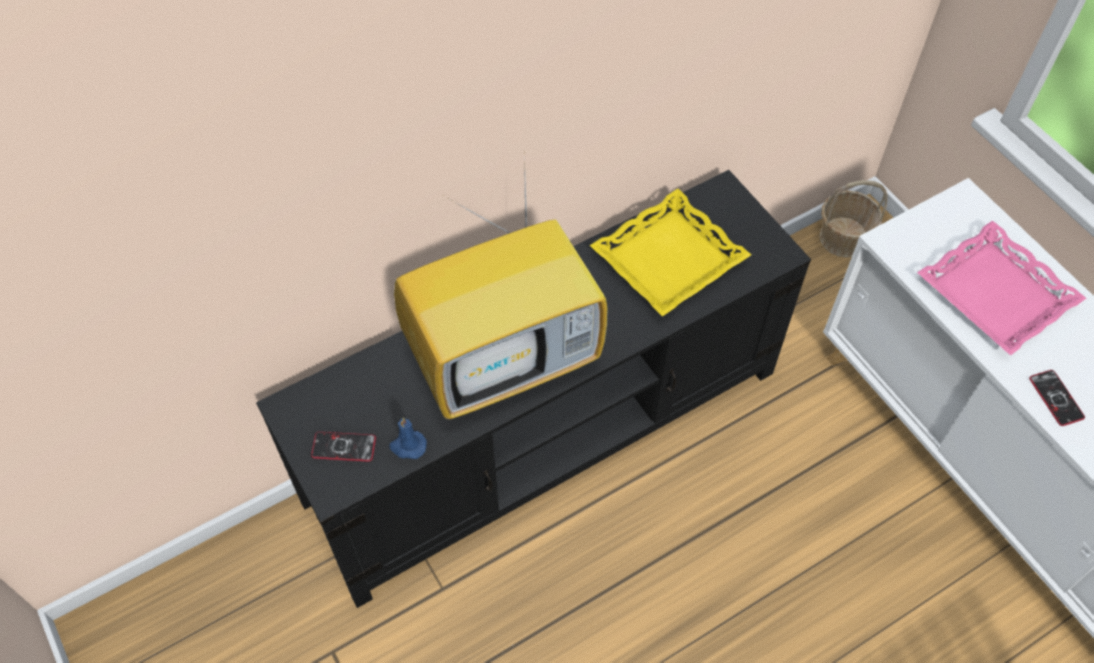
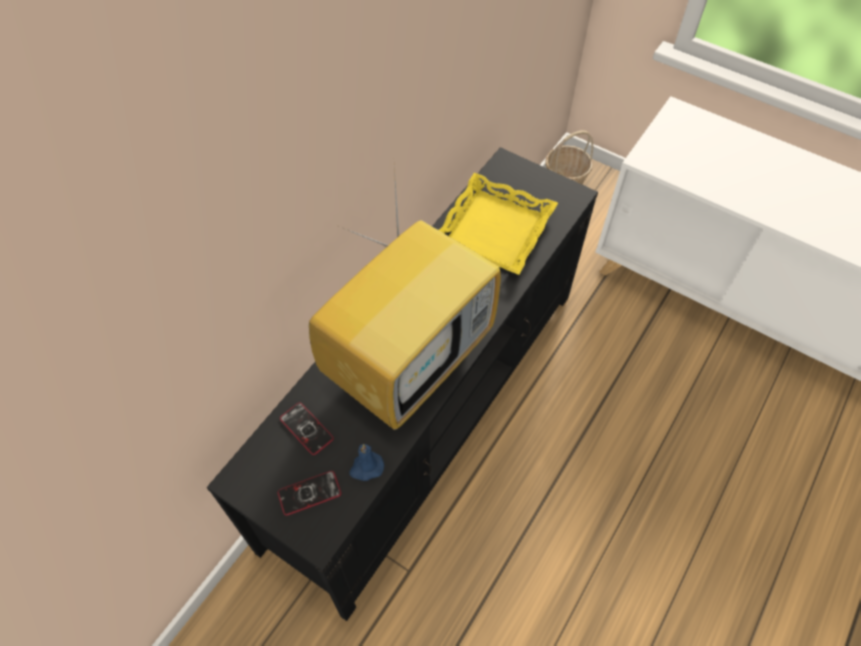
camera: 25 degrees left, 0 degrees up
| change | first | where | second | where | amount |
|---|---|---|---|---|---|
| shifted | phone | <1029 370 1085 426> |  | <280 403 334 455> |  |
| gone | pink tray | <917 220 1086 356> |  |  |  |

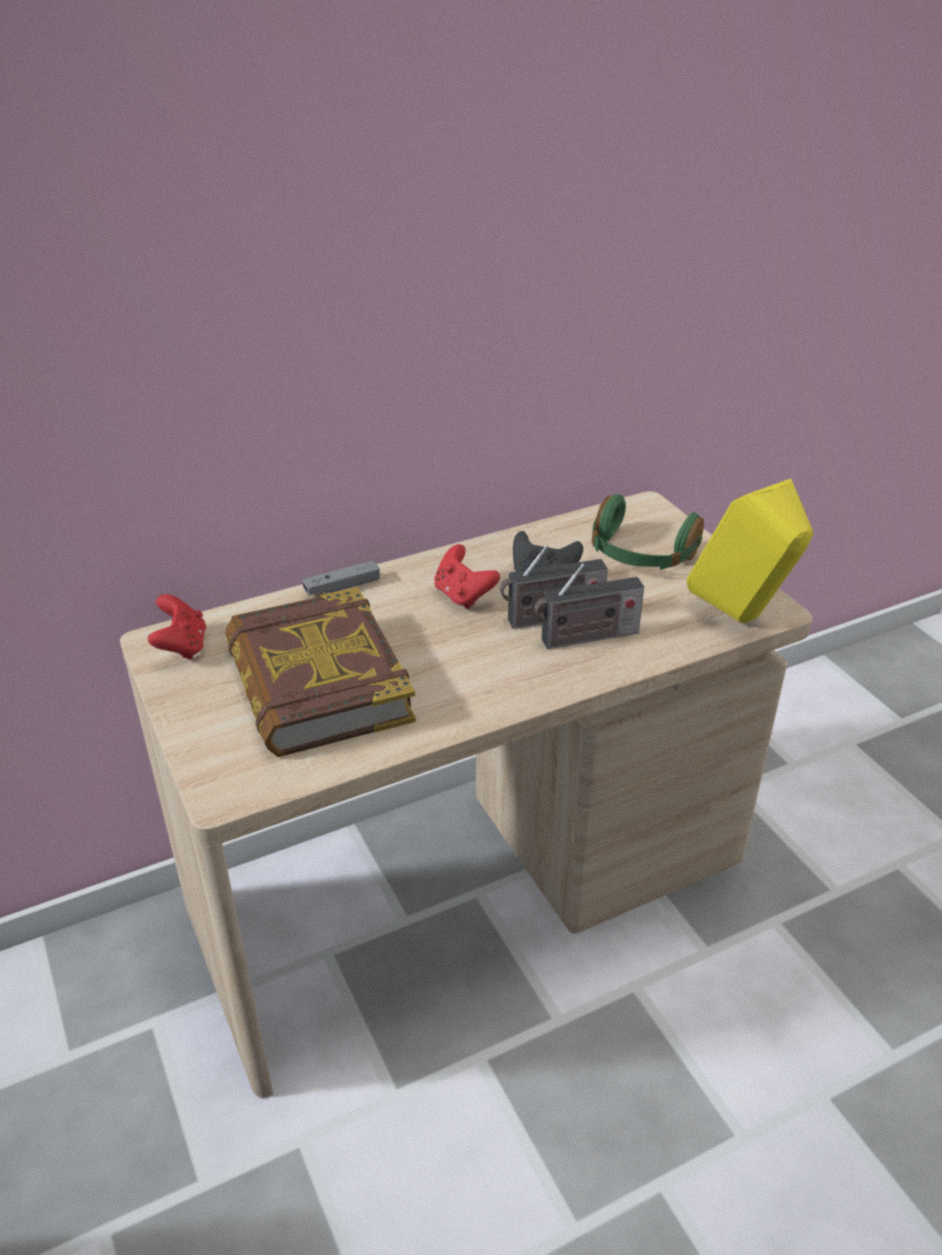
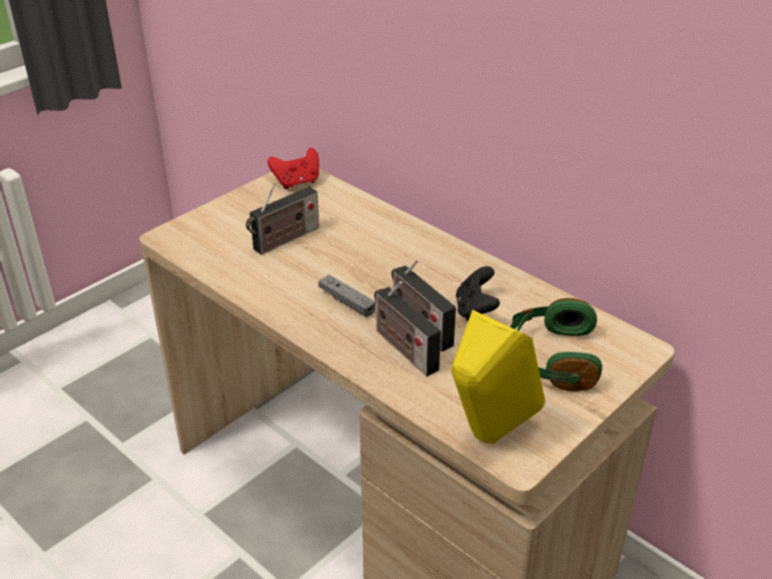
camera: 70 degrees right, 0 degrees up
| change | first | where | second | where | amount |
|---|---|---|---|---|---|
| swapped | book | <225 587 416 757> | radio | <246 184 319 255> |  |
| shifted | grey game controller | <303 560 380 595> |  | <319 275 376 317> |  |
| gone | red game controller | <434 544 500 609> |  |  |  |

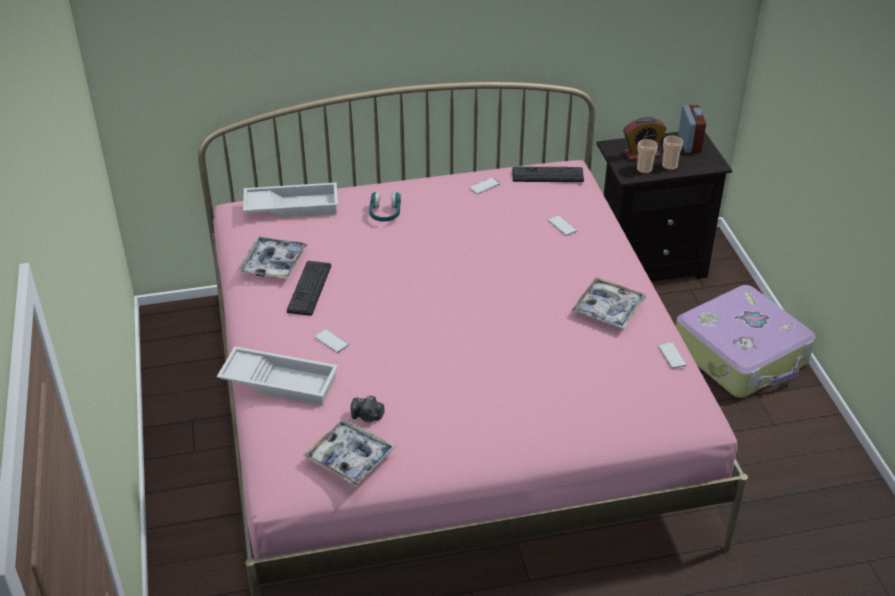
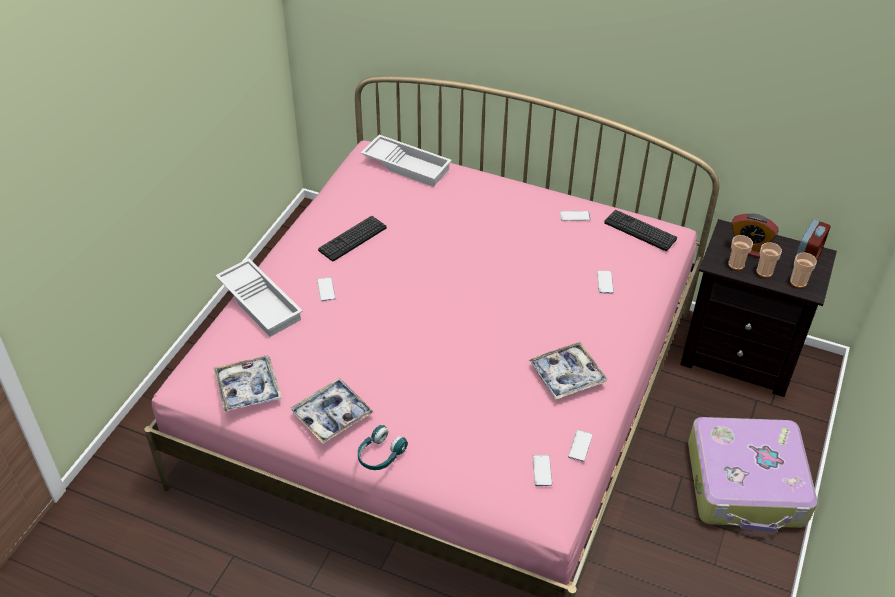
camera: 35 degrees right, 5 degrees up
| change | first | where | second | where | amount |
|---|---|---|---|---|---|
| shifted | tray | <238 236 308 279> |  | <290 378 374 444> |  |
| shifted | turquoise headphones | <369 192 401 222> |  | <358 425 408 470> |  |
| new |  |  | phone | <532 455 552 486> |  |
| new |  |  | cup | <790 253 817 288> |  |
| gone | photo camera | <350 396 385 422> |  |  |  |

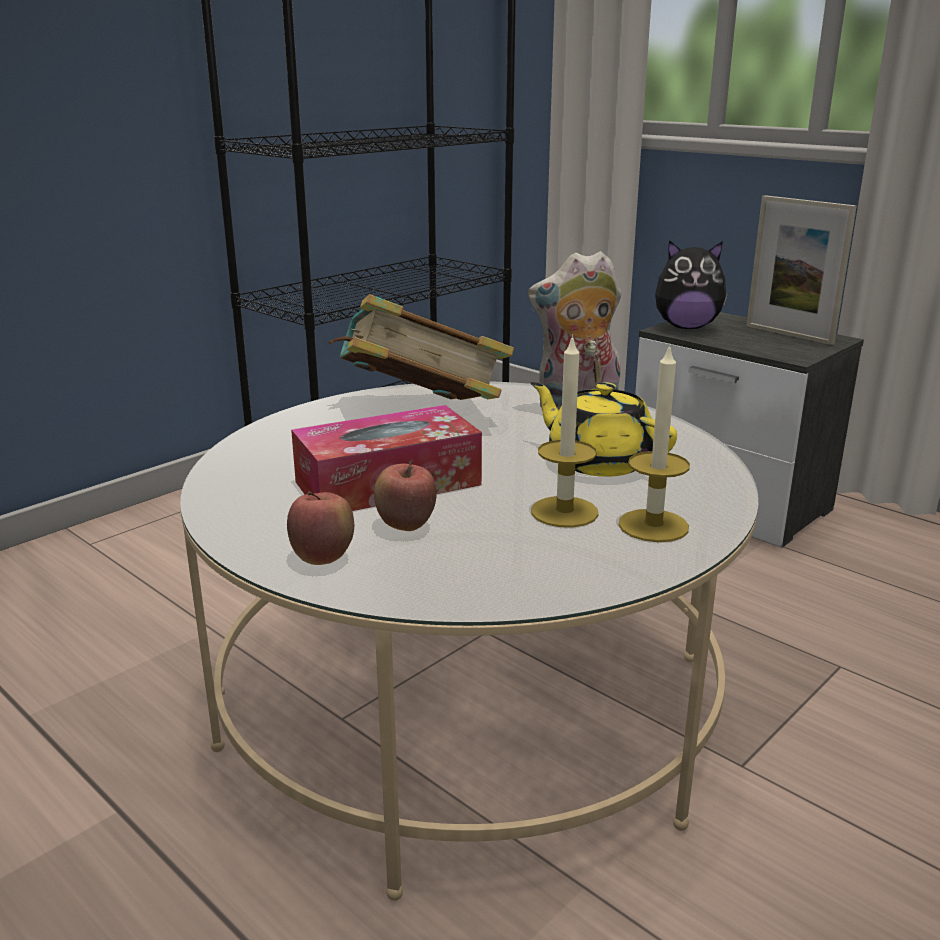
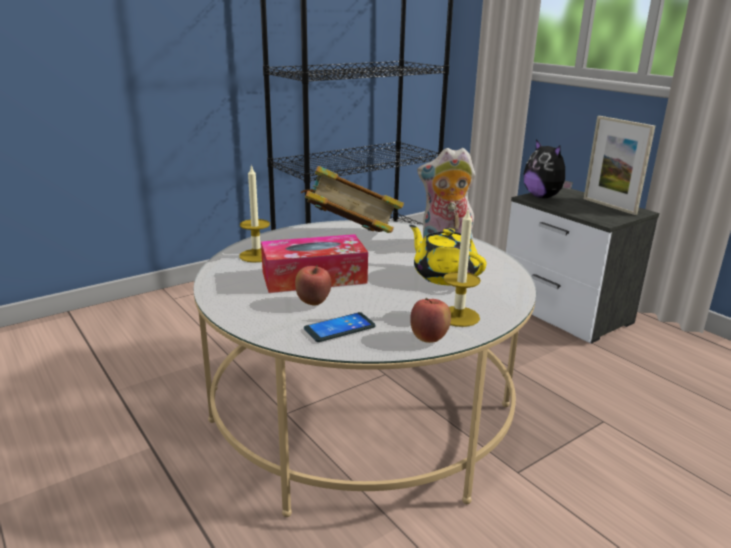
camera: 10 degrees right, 0 degrees up
| change | first | where | second | where | amount |
|---|---|---|---|---|---|
| shifted | candle | <531 334 599 528> |  | <239 164 270 263> |  |
| new |  |  | phone | <304 312 376 342> |  |
| shifted | apple | <287 491 354 565> |  | <410 297 451 343> |  |
| rotated | plush toy | <655 240 728 329> |  | <523 139 573 198> | 45 degrees clockwise |

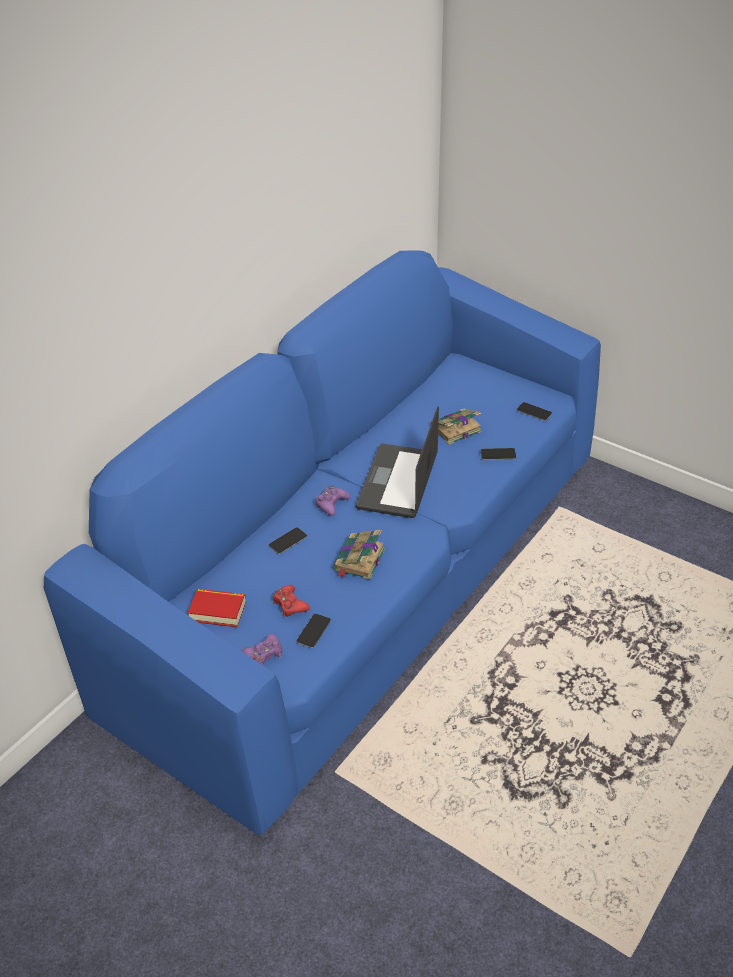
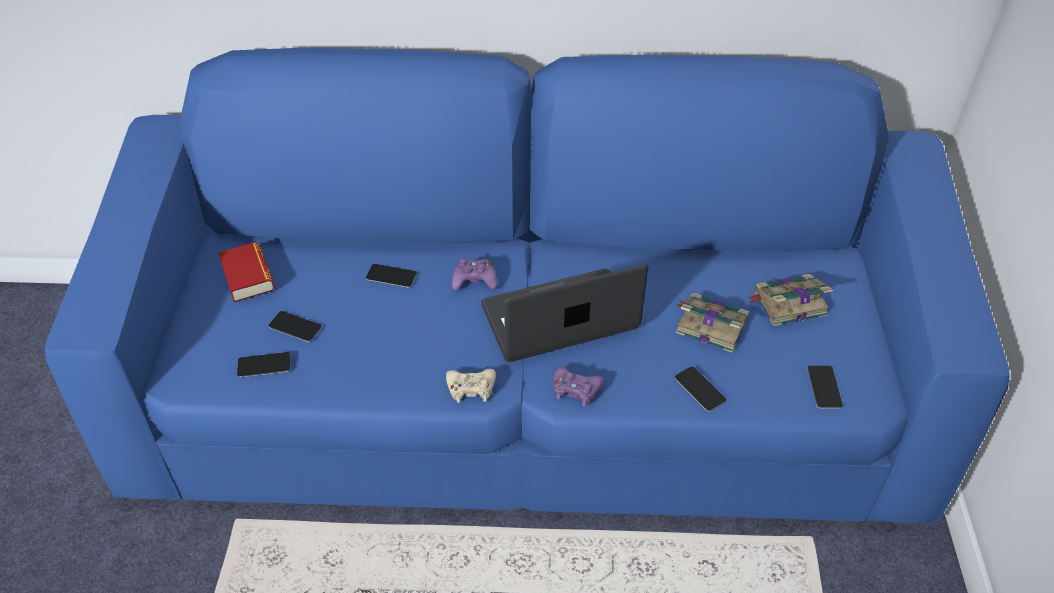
camera: 55 degrees right, 5 degrees up
| change | first | where | second | where | amount |
|---|---|---|---|---|---|
| swapped | red game controller | <273 585 310 617> | phone | <268 311 322 342> |  |
| new |  |  | beige game controller | <446 369 496 403> |  |
| shifted | purple game controller | <242 633 282 666> |  | <553 366 604 406> |  |
| shifted | book | <333 530 385 579> |  | <747 274 833 326> |  |

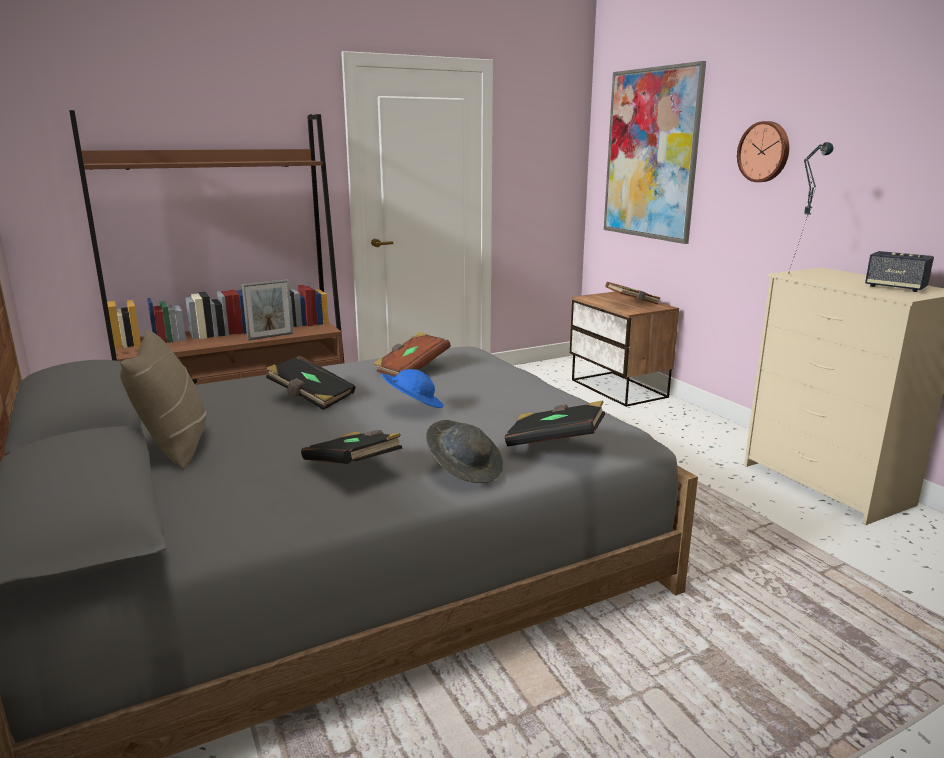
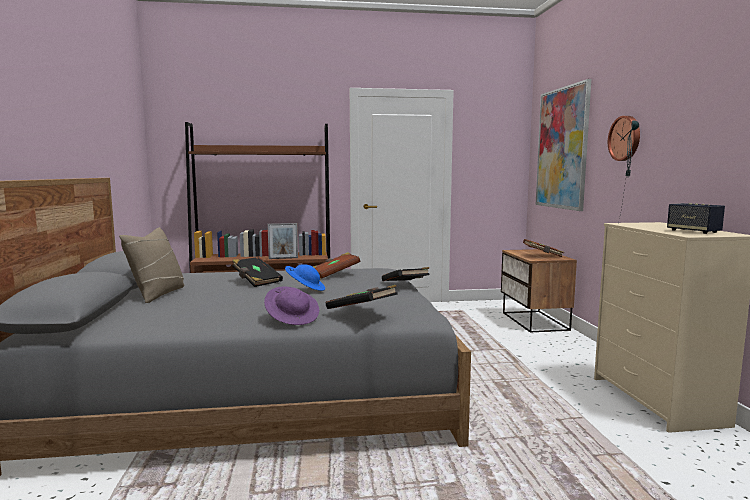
camera: 20 degrees right, 10 degrees down
| change | first | where | second | where | amount |
|---|---|---|---|---|---|
| repainted | grey hat | <426 420 503 483> | purple hat | <264 286 319 325> |  |
| shifted | black book | <301 430 402 464> |  | <382 267 429 281> |  |

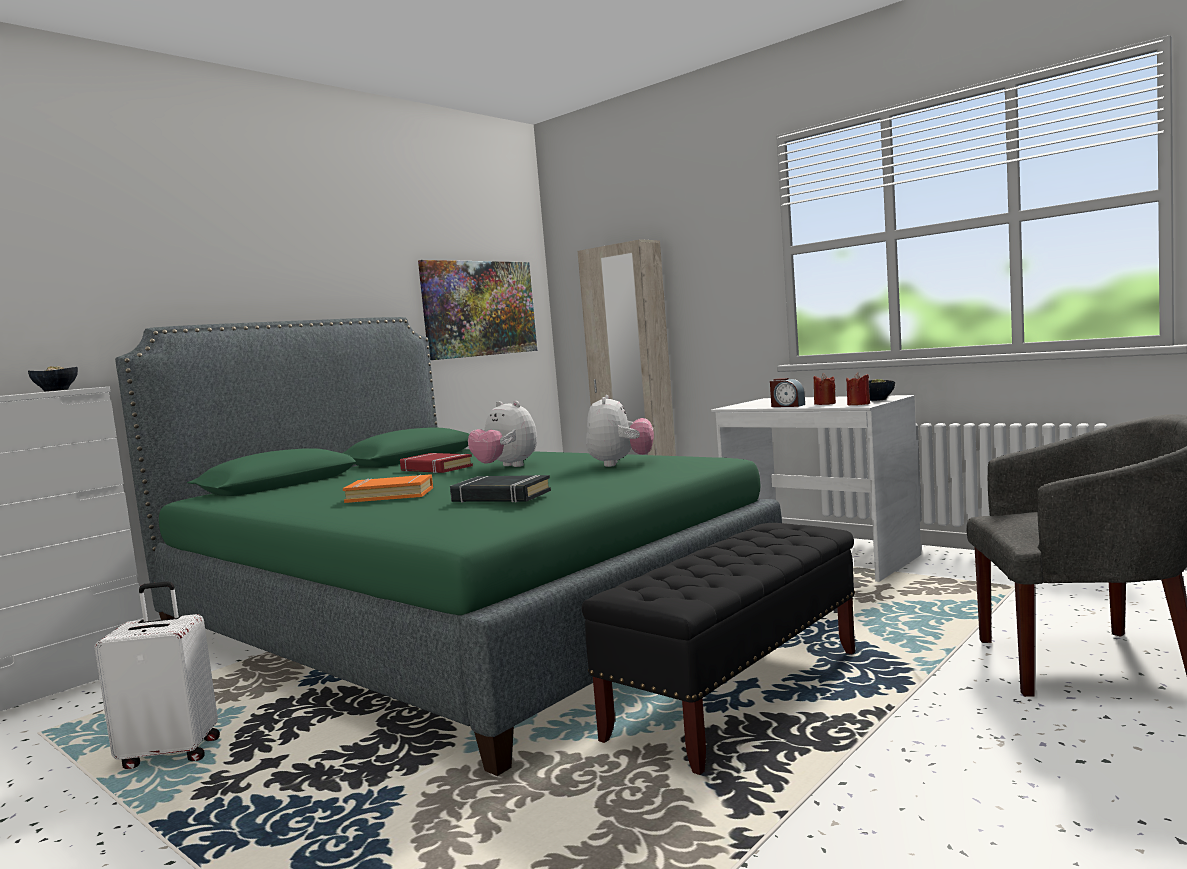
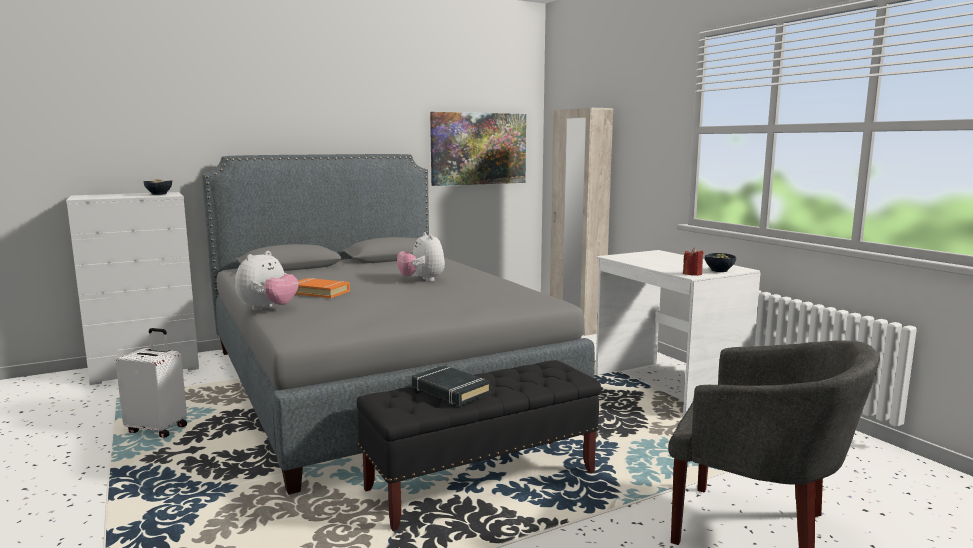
camera: 20 degrees right, 5 degrees up
| change | first | where | second | where | amount |
|---|---|---|---|---|---|
| repainted | green bed | <115 317 782 776> | grey bed | <202 154 595 495> |  |
| shifted | plush toy | <586 395 654 467> |  | <235 251 299 311> |  |
| shifted | black book | <450 475 551 503> |  | <412 365 491 406> |  |
| gone | red book | <400 453 473 473> |  |  |  |
| gone | alarm clock | <770 378 805 407> |  |  |  |
| gone | red candle | <813 373 836 405> |  |  |  |

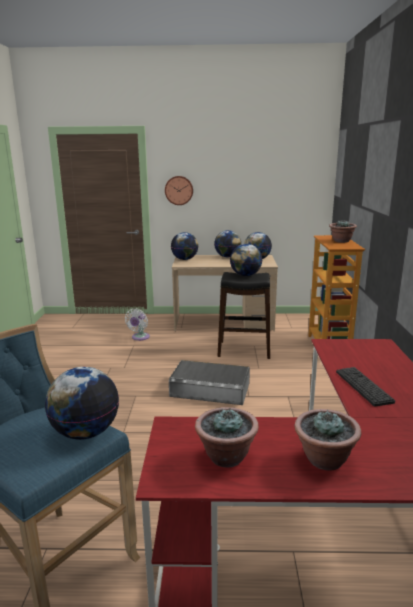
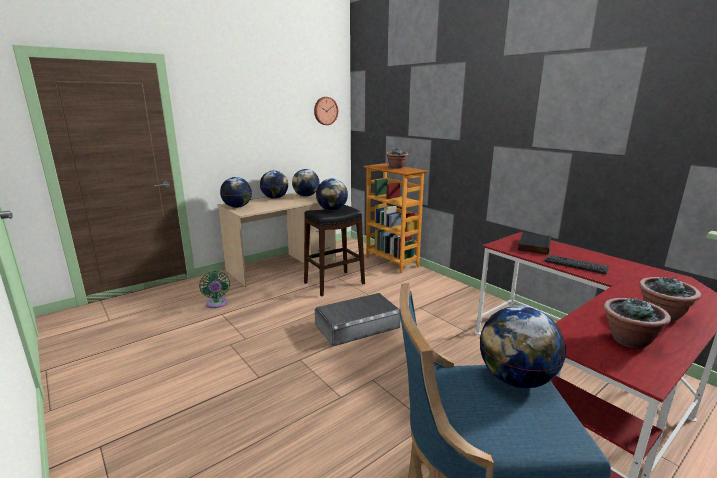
camera: 40 degrees left, 0 degrees up
| change | first | where | second | where | amount |
|---|---|---|---|---|---|
| repainted | white fan | <125 309 150 341> | green fan | <199 271 230 308> |  |
| shifted | wall clock | <165 176 193 205> |  | <314 97 338 125> |  |
| new |  |  | black book | <518 233 551 255> |  |

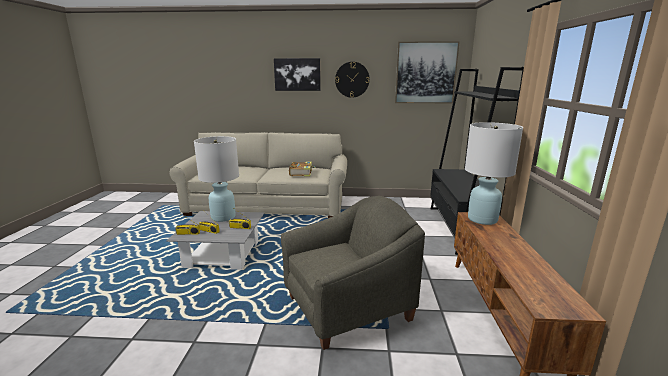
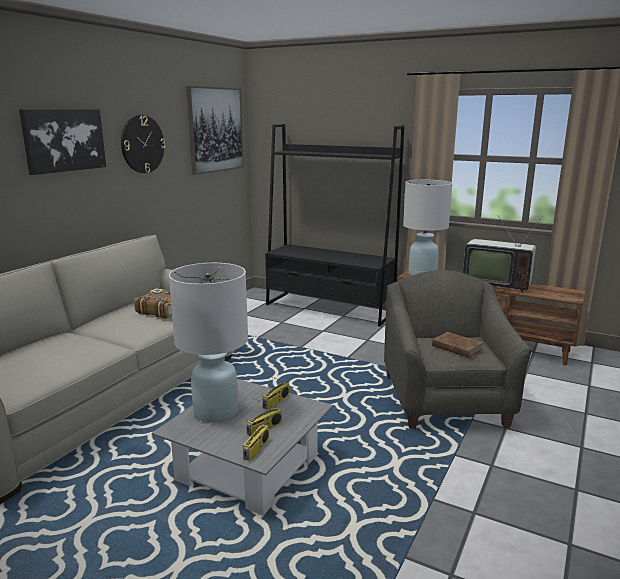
camera: 65 degrees left, 0 degrees up
| change | first | where | second | where | amount |
|---|---|---|---|---|---|
| new |  |  | brown book | <432 332 483 359> |  |
| new |  |  | television | <463 216 543 293> |  |

